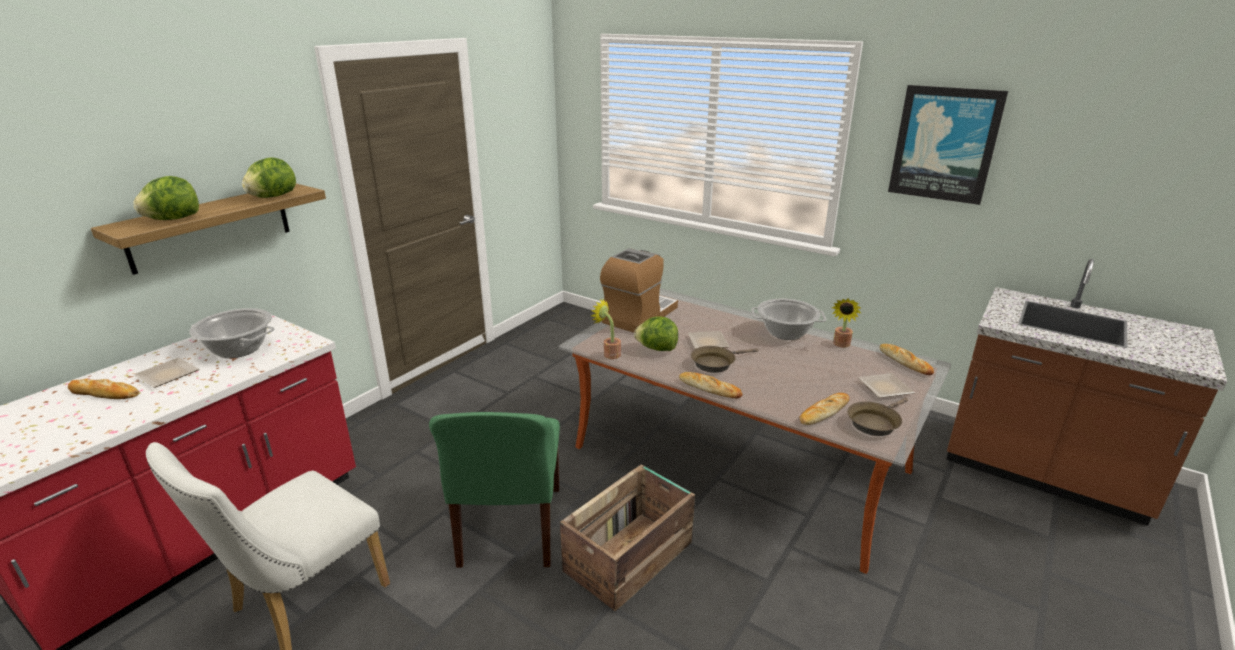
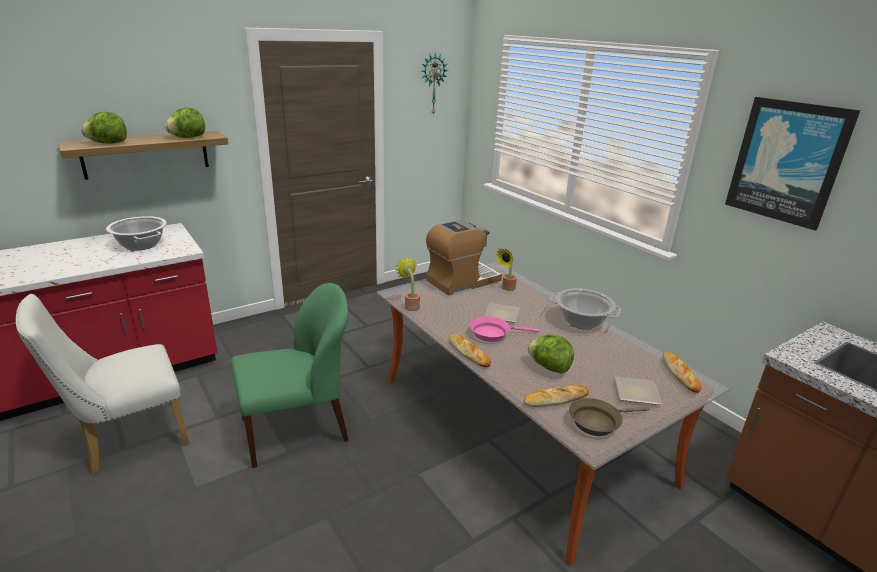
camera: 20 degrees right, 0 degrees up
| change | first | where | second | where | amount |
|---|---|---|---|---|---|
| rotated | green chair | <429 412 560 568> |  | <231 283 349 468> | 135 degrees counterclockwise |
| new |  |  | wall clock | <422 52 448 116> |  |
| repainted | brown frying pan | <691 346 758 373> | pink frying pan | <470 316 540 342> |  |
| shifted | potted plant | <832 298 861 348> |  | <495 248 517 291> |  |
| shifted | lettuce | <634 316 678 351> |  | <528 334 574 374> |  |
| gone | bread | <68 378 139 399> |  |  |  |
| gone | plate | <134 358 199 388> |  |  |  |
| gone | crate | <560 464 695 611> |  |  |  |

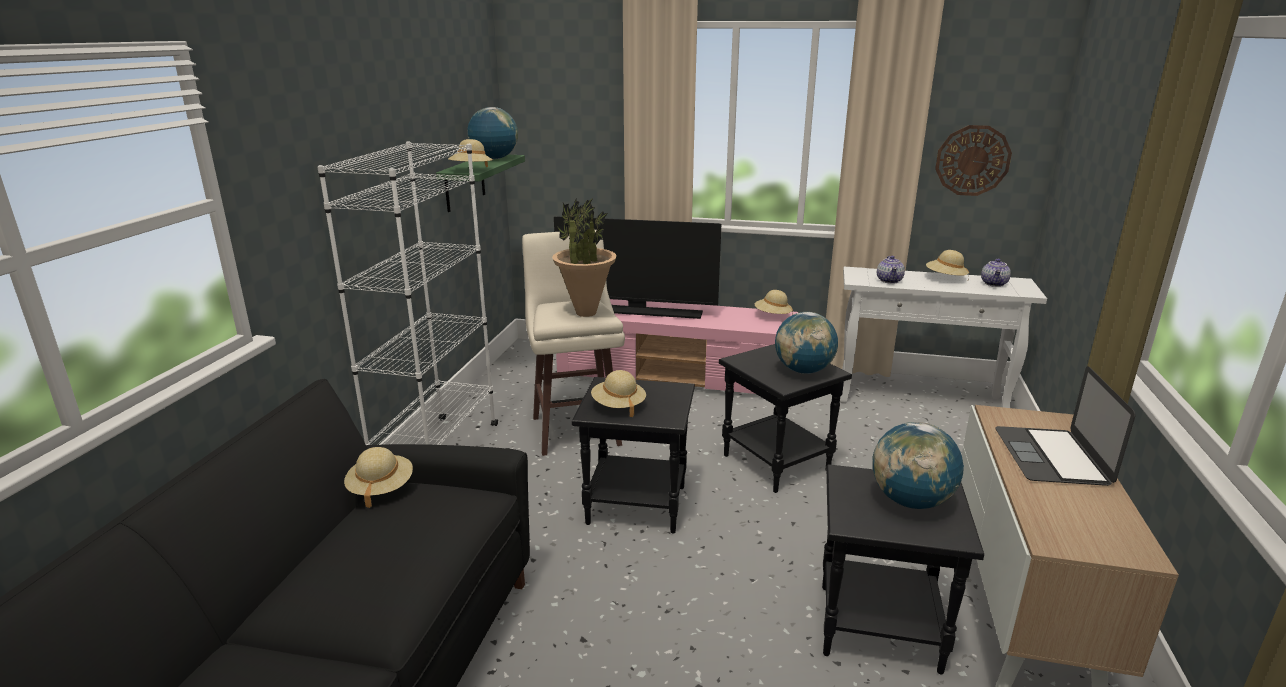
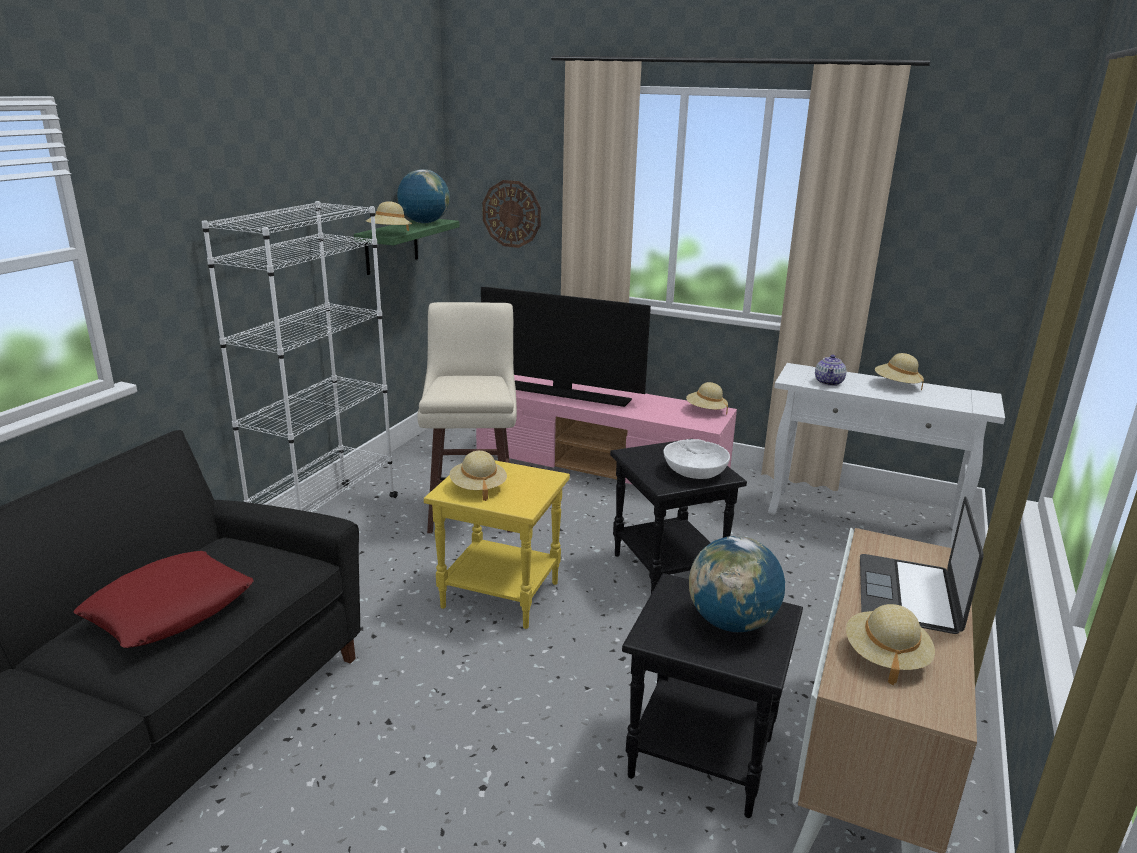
camera: 10 degrees right, 0 degrees up
| change | first | where | second | where | amount |
|---|---|---|---|---|---|
| new |  |  | red pillow | <74 551 254 648> |  |
| repainted | black side table | <572 377 695 534> | yellow side table | <424 460 570 629> |  |
| shifted | wall clock | <935 125 1012 196> |  | <482 180 541 248> |  |
| swapped | globe | <775 312 838 374> | white bowl | <664 439 730 479> |  |
| shifted | beige hat | <344 447 413 508> |  | <846 604 935 685> |  |
| gone | potted plant | <552 198 617 317> |  |  |  |
| gone | teapot | <981 259 1011 287> |  |  |  |

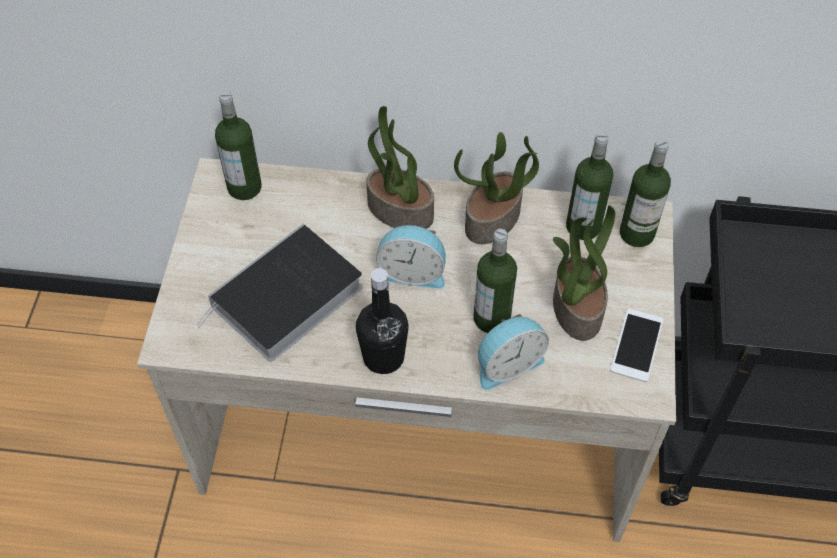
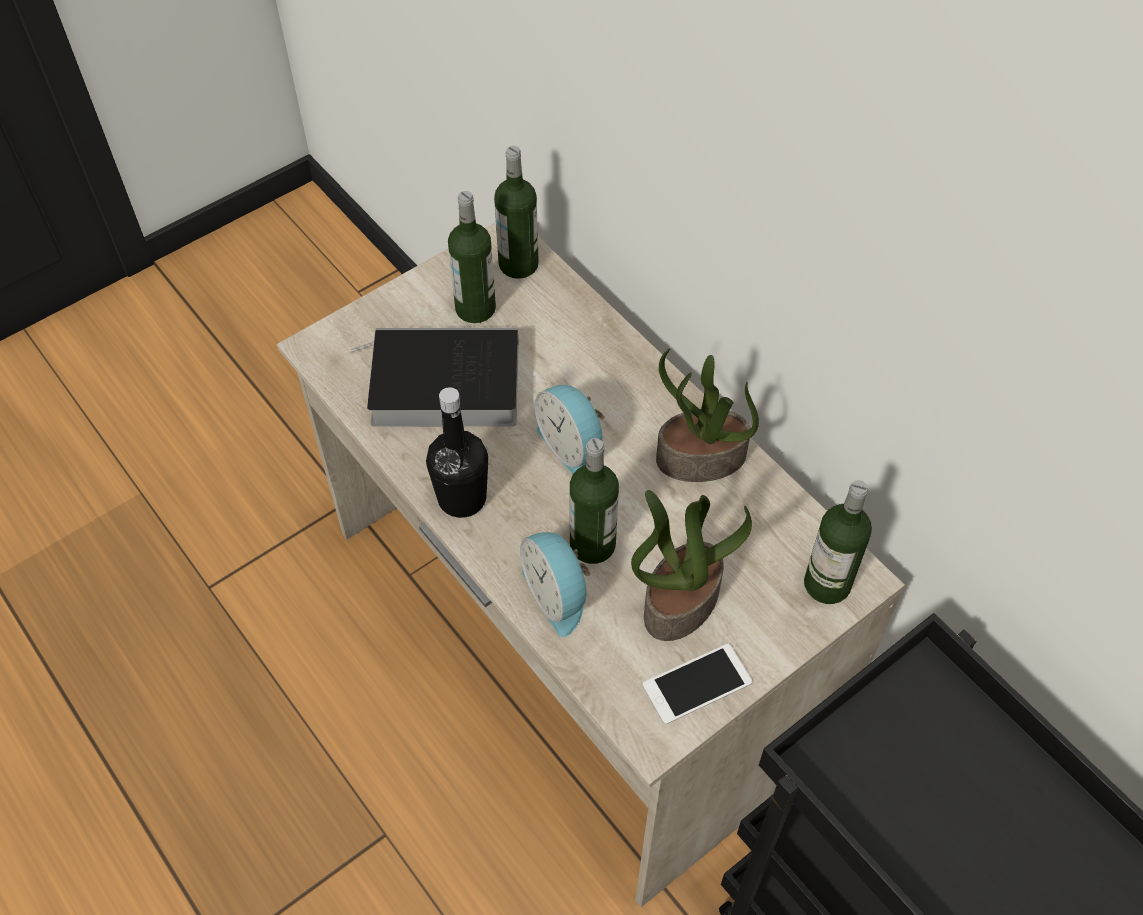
camera: 45 degrees right, 0 degrees up
| change | first | where | second | where | amount |
|---|---|---|---|---|---|
| shifted | bottle | <566 132 613 240> |  | <448 191 496 323> |  |
| rotated | alarm clock | <478 314 549 390> |  | <520 532 591 637> | 45 degrees clockwise |
| gone | potted plant | <366 106 434 229> |  |  |  |

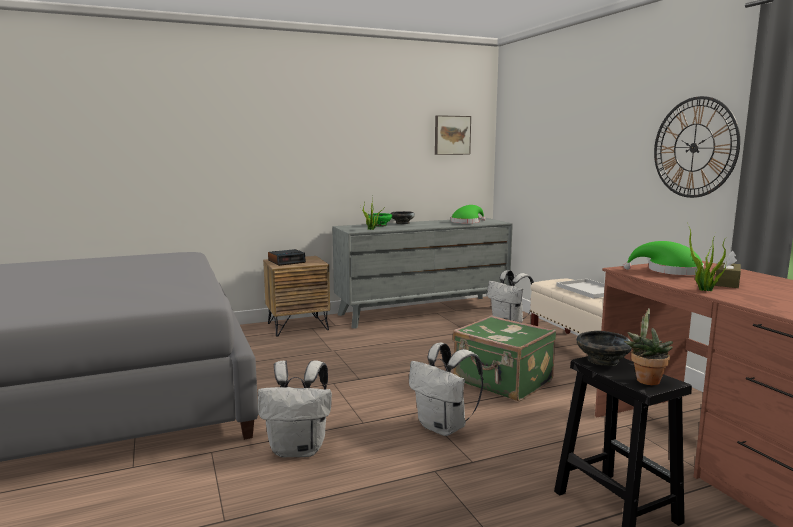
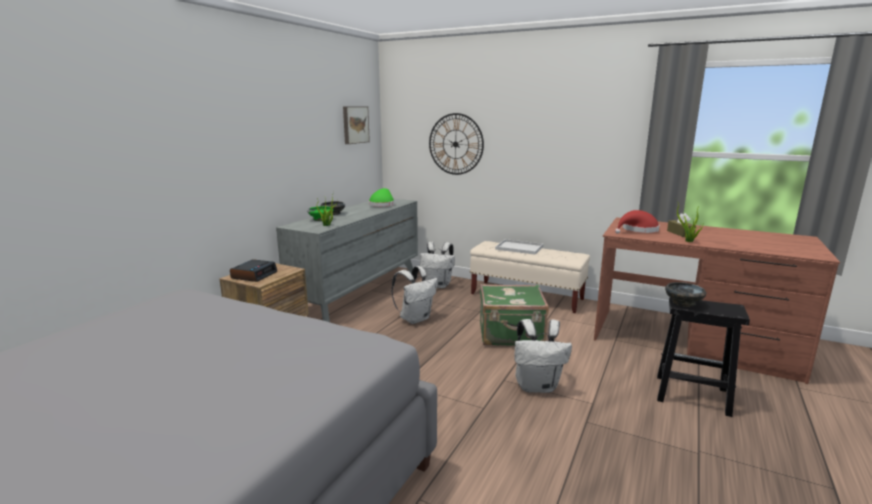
camera: 40 degrees left, 5 degrees up
| change | first | where | second | where | amount |
|---|---|---|---|---|---|
| shifted | white backpack | <258 360 332 457> |  | <391 266 438 324> |  |
| shifted | wall clock | <654 96 740 198> |  | <429 113 484 175> |  |
| repainted | green hat | <623 241 704 275> | red hat | <615 210 660 234> |  |
| gone | potted plant | <624 308 673 385> |  |  |  |

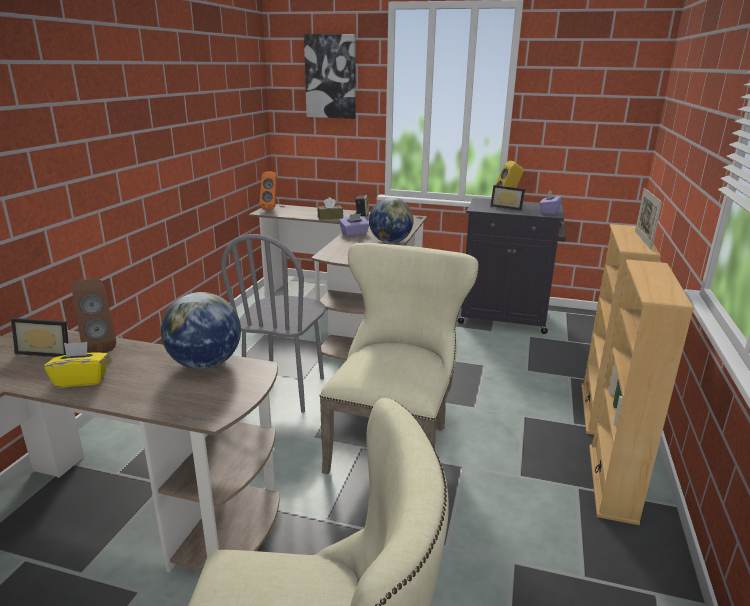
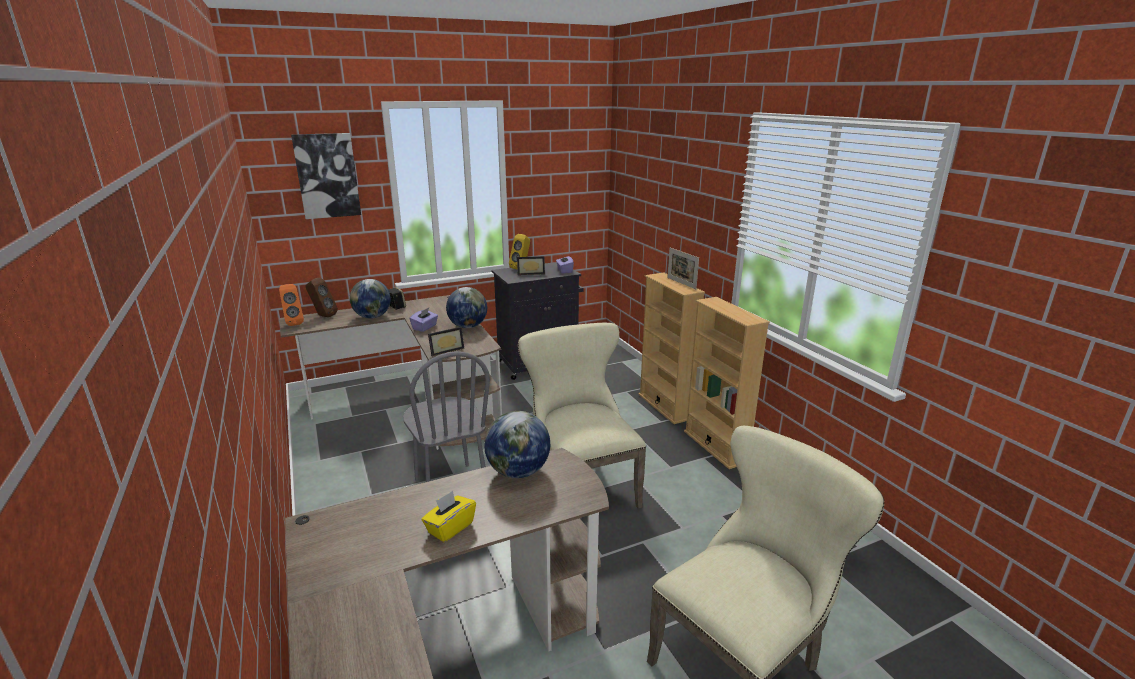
camera: 40 degrees left, 0 degrees up
| change | first | where | second | where | amount |
|---|---|---|---|---|---|
| shifted | brown speaker | <72 278 116 353> |  | <306 278 338 317> |  |
| swapped | brown tissue box | <318 197 343 220> | globe | <350 279 391 319> |  |
| shifted | picture frame | <11 318 68 357> |  | <428 327 464 356> |  |

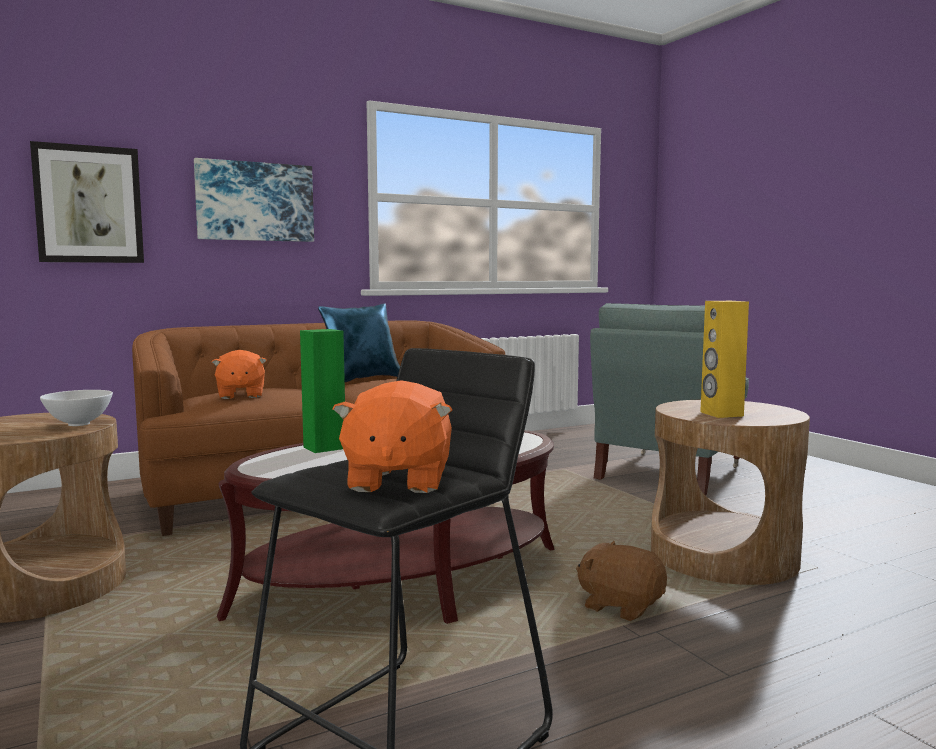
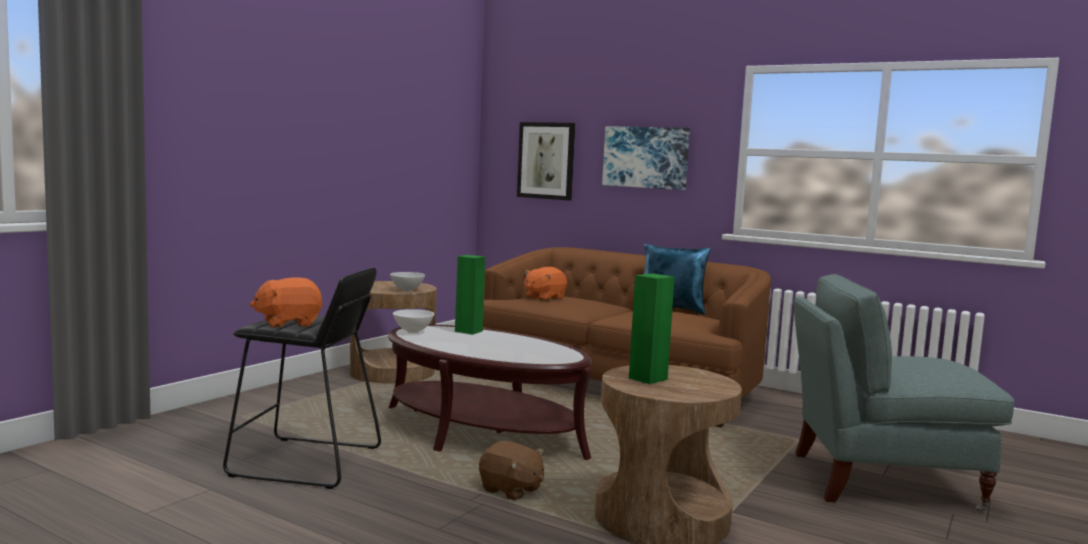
camera: 60 degrees right, 0 degrees up
| change | first | where | second | where | amount |
|---|---|---|---|---|---|
| new |  |  | white bowl | <393 309 434 333> |  |
| rotated | brown plush toy | <576 541 667 621> |  | <479 441 544 500> | 120 degrees clockwise |
| repainted | yellow speaker | <700 301 749 418> | green speaker | <629 273 675 384> |  |

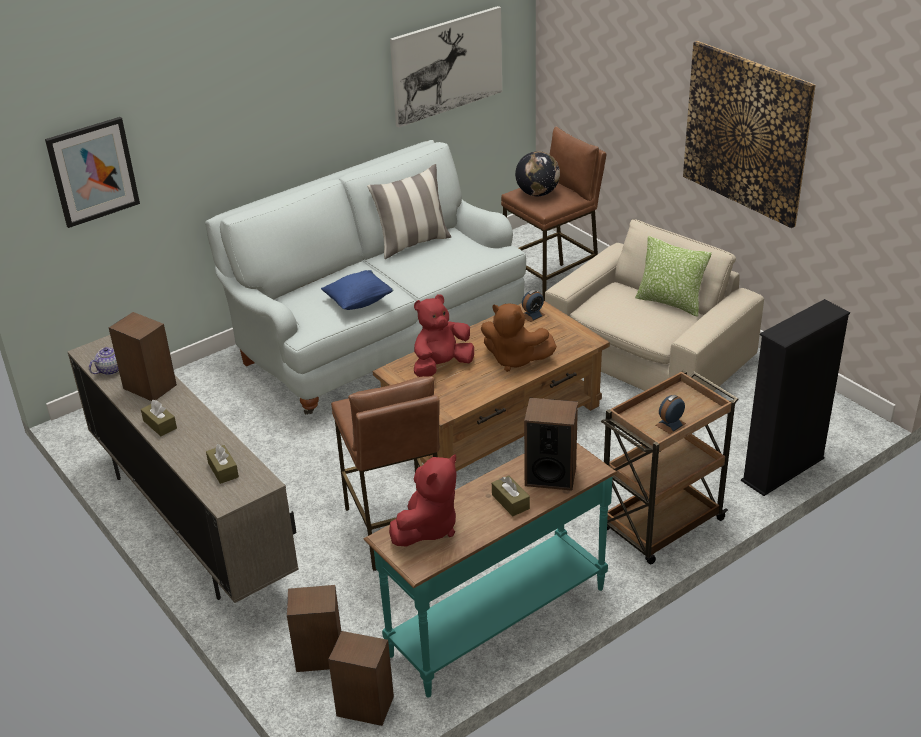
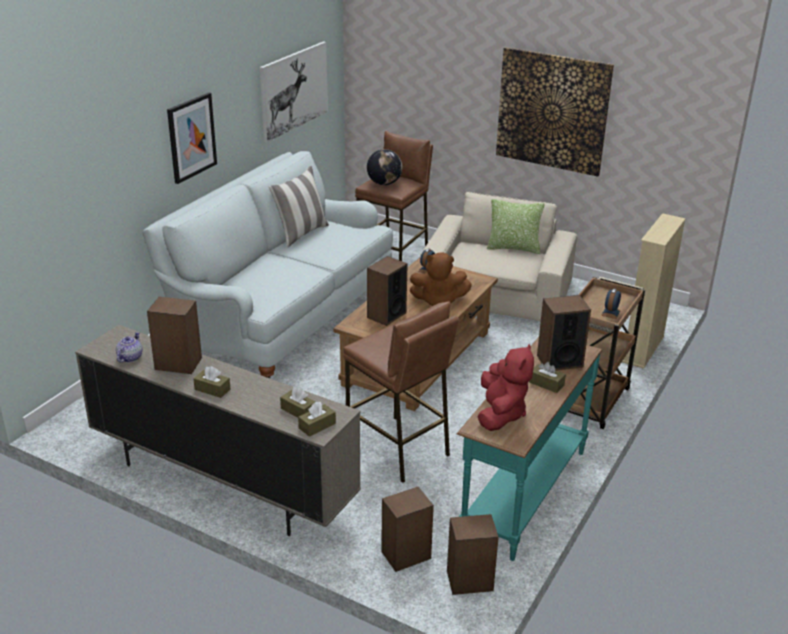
camera: 25 degrees left, 5 degrees down
| change | first | where | second | where | amount |
|---|---|---|---|---|---|
| shifted | picture | <45 117 140 228> |  | <167 92 217 184> |  |
| new |  |  | brown tissue box | <298 401 336 437> |  |
| swapped | red plush toy | <414 294 474 377> | speaker | <367 256 408 326> |  |
| repainted | black bookcase | <741 299 850 496> | beige bookcase | <622 213 685 369> |  |
| gone | blue pillow | <321 270 394 310> |  |  |  |

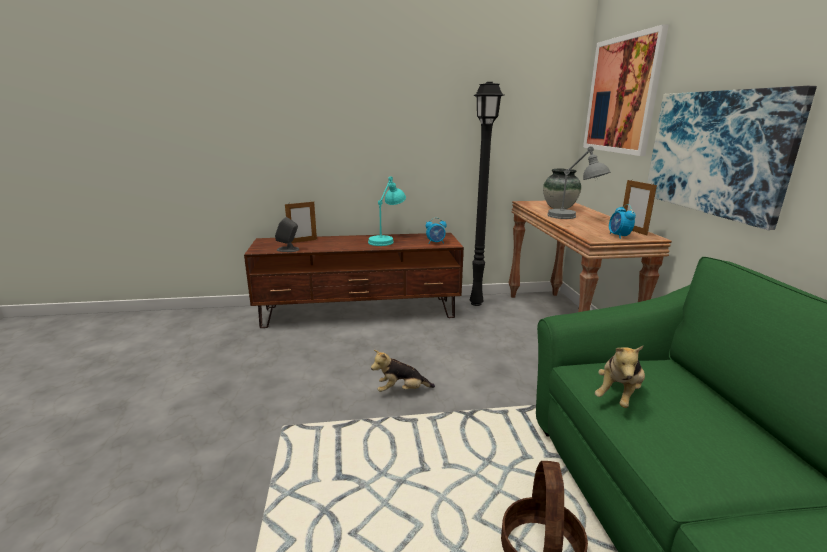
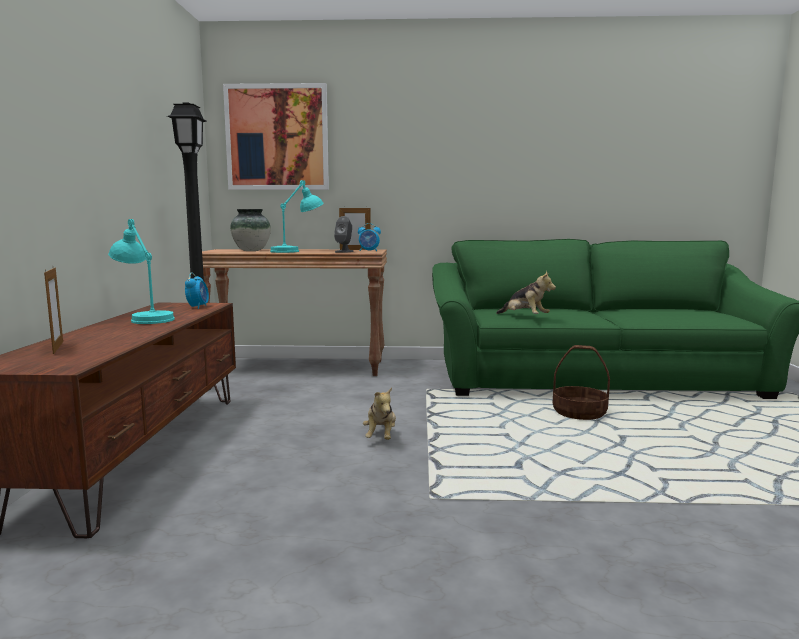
camera: 80 degrees left, 10 degrees down
| change | first | where | second | where | amount |
|---|---|---|---|---|---|
| repainted | grey table lamp | <547 146 610 219> | turquoise table lamp | <270 180 324 253> |  |
| shifted | grey speaker | <275 217 299 252> |  | <334 216 354 253> |  |
| gone | picture | <647 86 817 230> |  |  |  |

